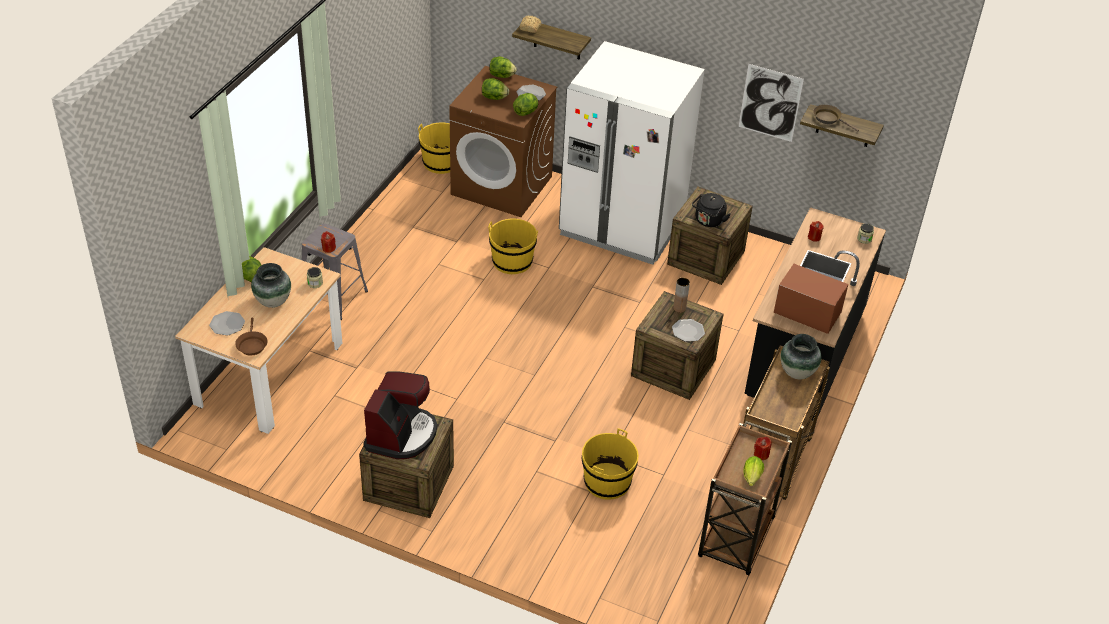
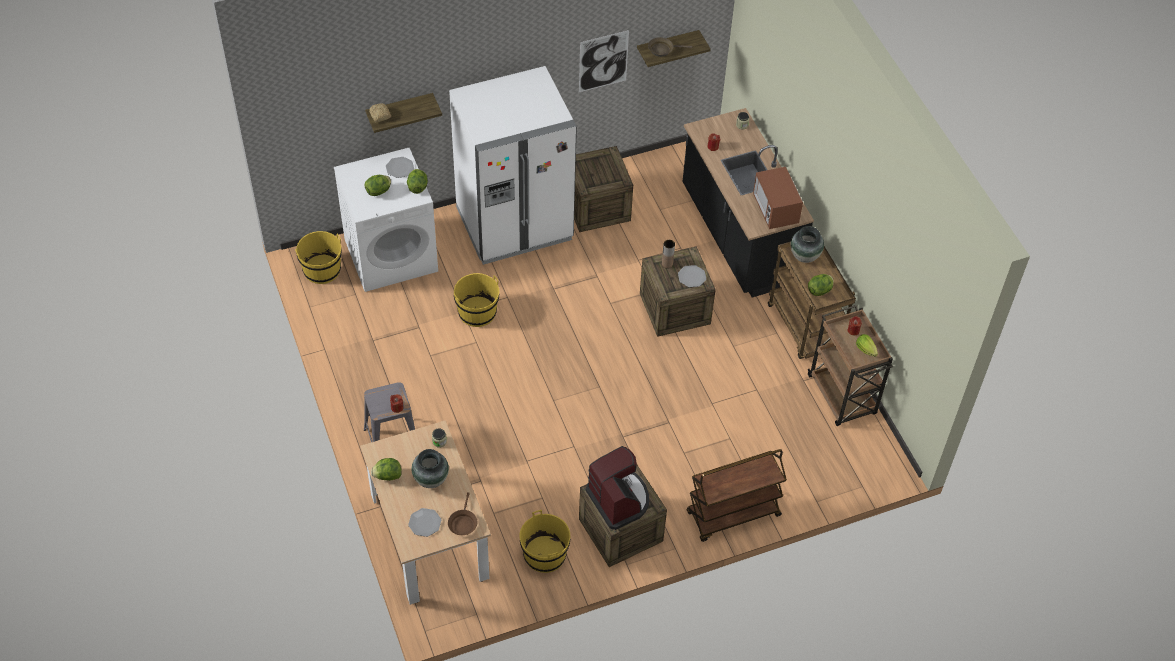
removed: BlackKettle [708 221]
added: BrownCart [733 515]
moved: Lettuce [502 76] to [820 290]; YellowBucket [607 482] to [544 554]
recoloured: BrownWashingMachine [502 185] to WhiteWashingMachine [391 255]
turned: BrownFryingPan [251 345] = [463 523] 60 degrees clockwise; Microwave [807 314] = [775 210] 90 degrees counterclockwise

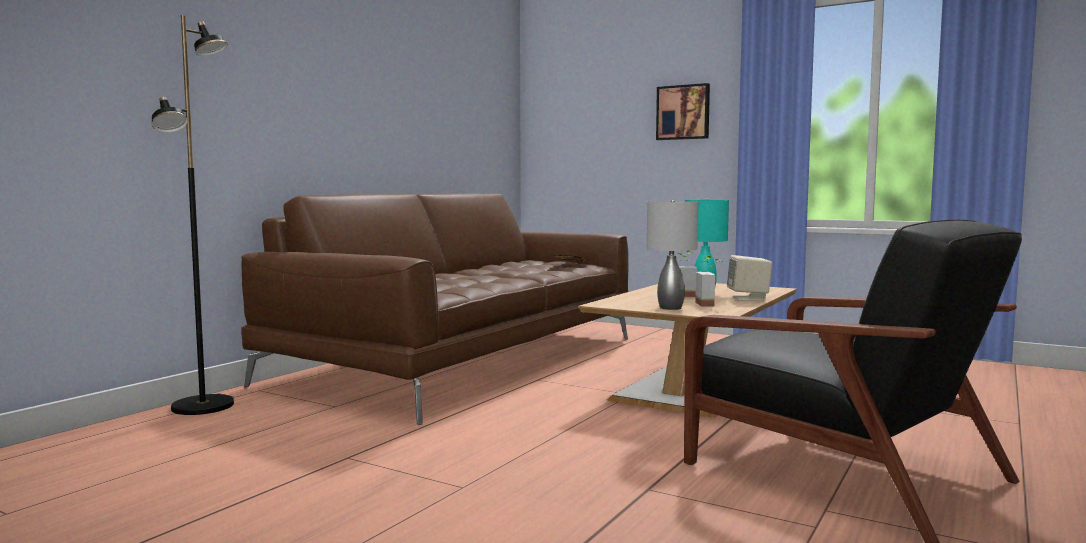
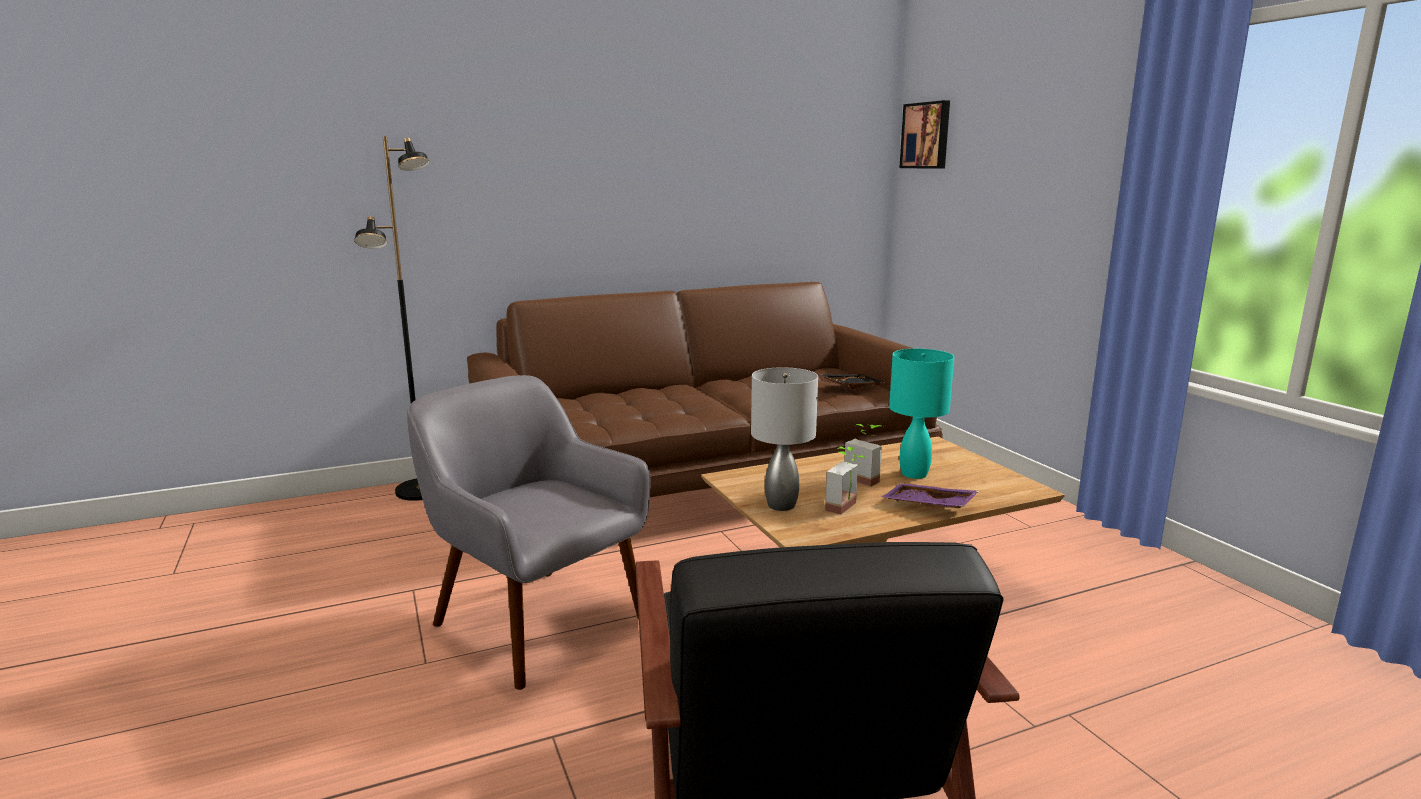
added: GreyArmchair [536 622]
moved: Picture [683 112] to [926 135]
replaced: BeigeSpeaker [748 298] to PurpleTray [928 506]

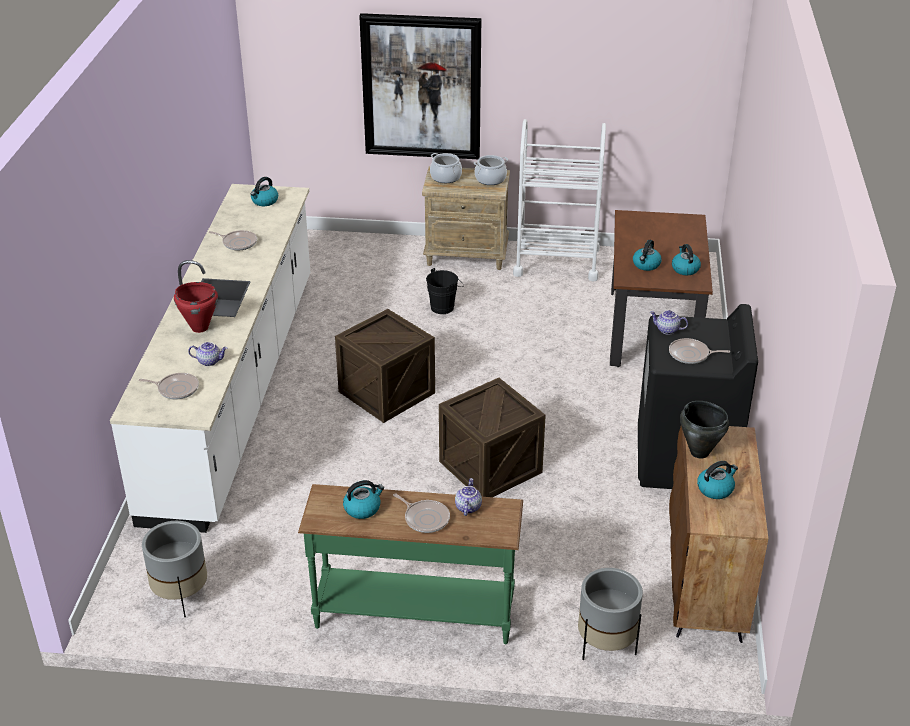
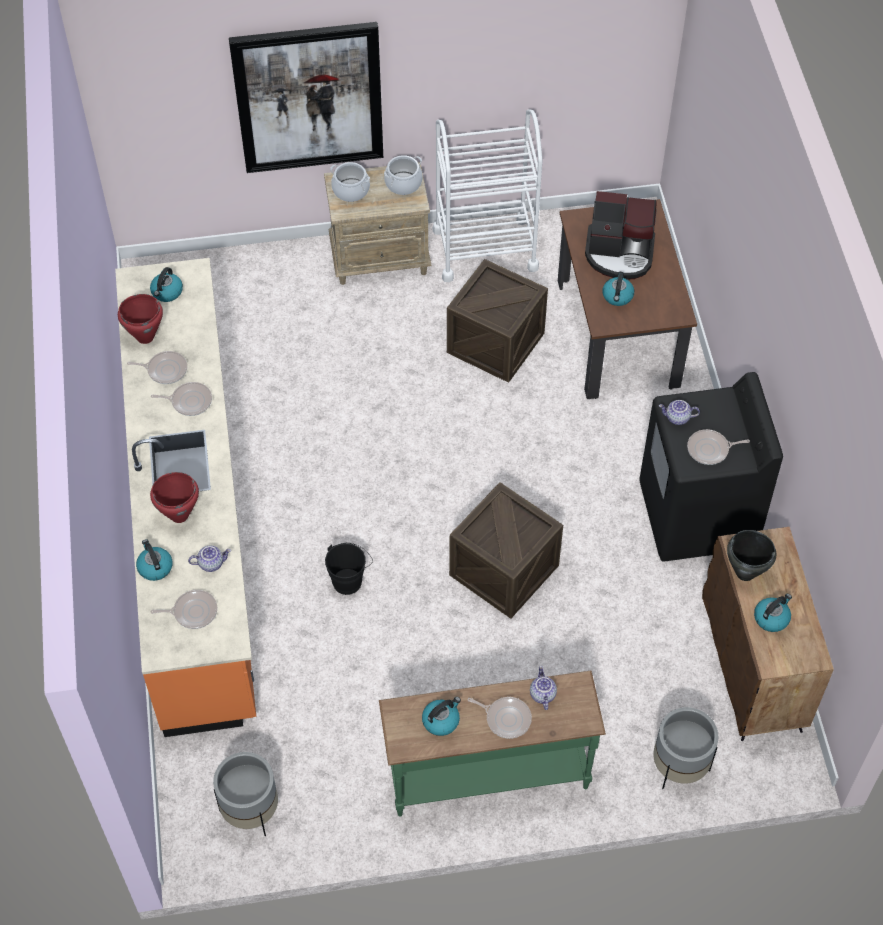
added: RedCookingPot [145 337]; FryingPan [189 401]; CoffeeMachine [619 254]
moved: Crate [386 392] to [495 343]; BlackBucket [444 307] to [349 580]; Kettle [685 269] to [155 567]
recoloured: WhiteCounter [235 390] to OrangeCounter [195 524]

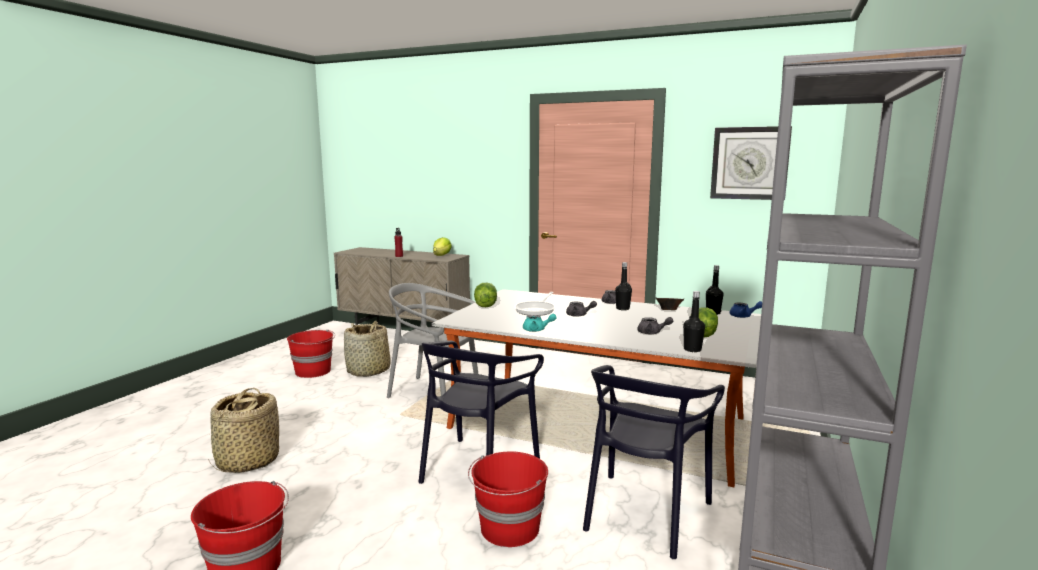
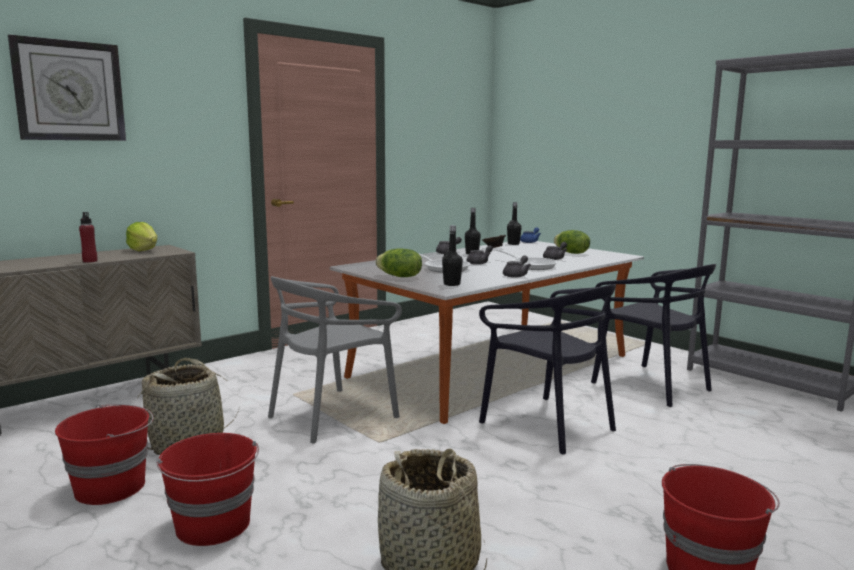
added: FryingPan [531 265]
moved: RedBucket [509 529] to [214 525]; BlackBottle [692 349] to [452 284]; WallClock [749 163] to [69 91]
recoloured: TurquoiseTeapot [537 330] to GreyTeapot [516 275]

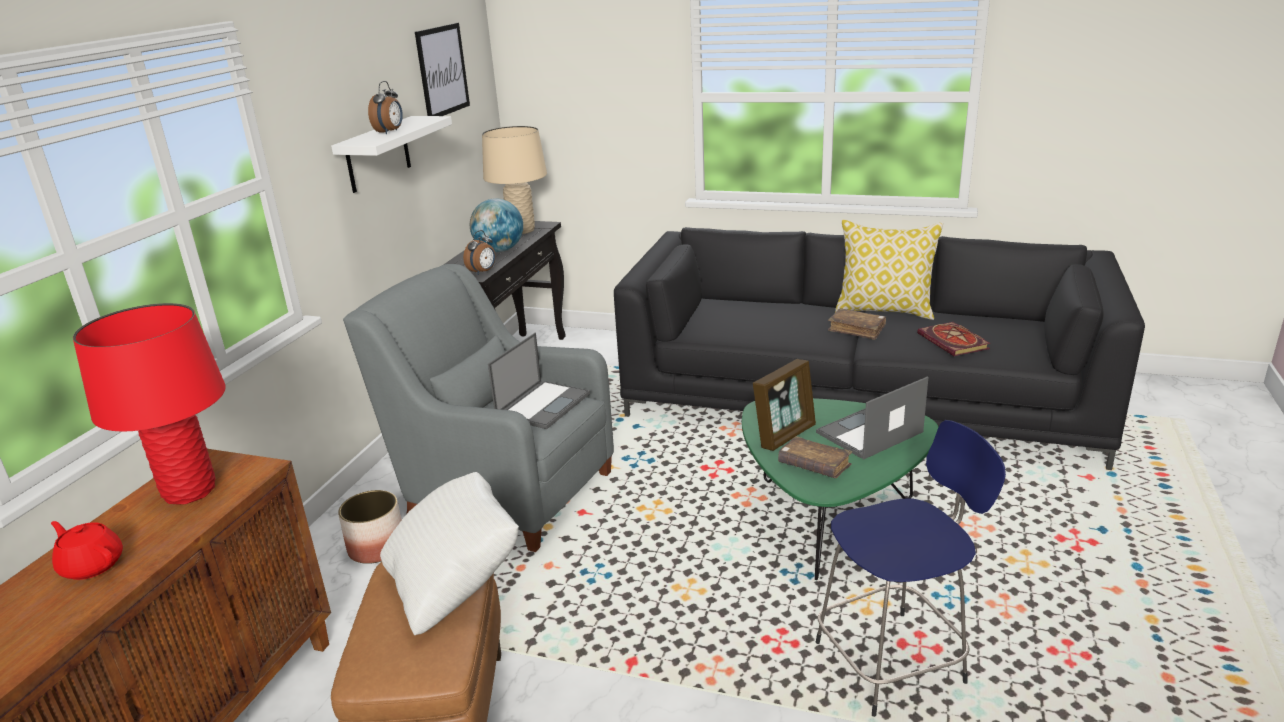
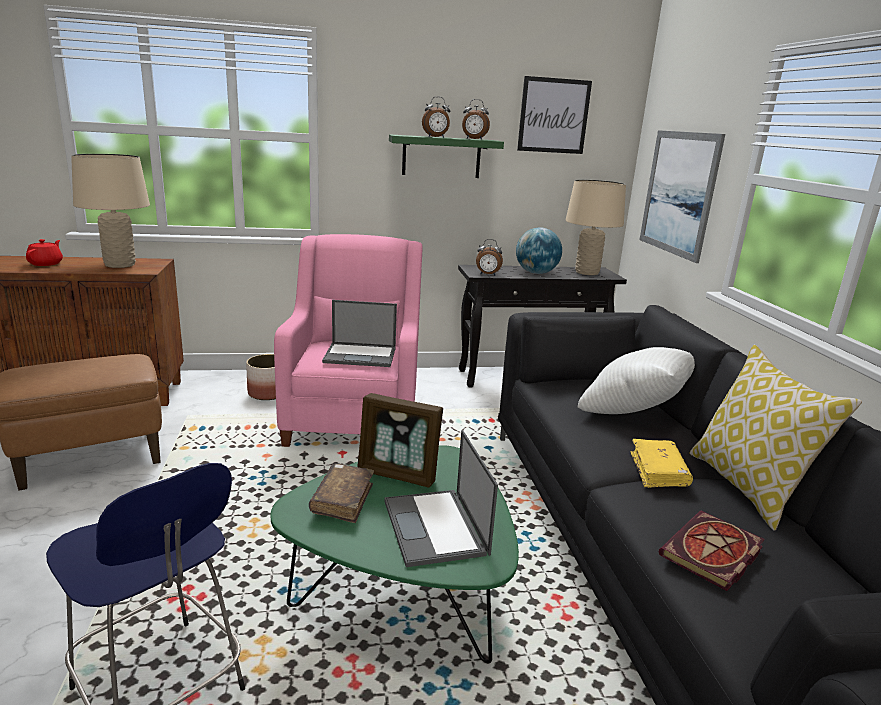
added: AlarmClock [474 139]; Picture [678 193]
moved: WhitePillow [456 584] to [634 412]
recoloured: RedTableLamp [190 491] to BeigeTableLamp [120 265]; WhiteShelf [378 154] to GreenShelf [441 157]; GreyArmchair [504 491] to PinkArmchair [354 416]; BrownBook [857 329] to YellowBook [658 471]
turned: Laptop [869 433] = [435 528] 135 degrees counterclockwise

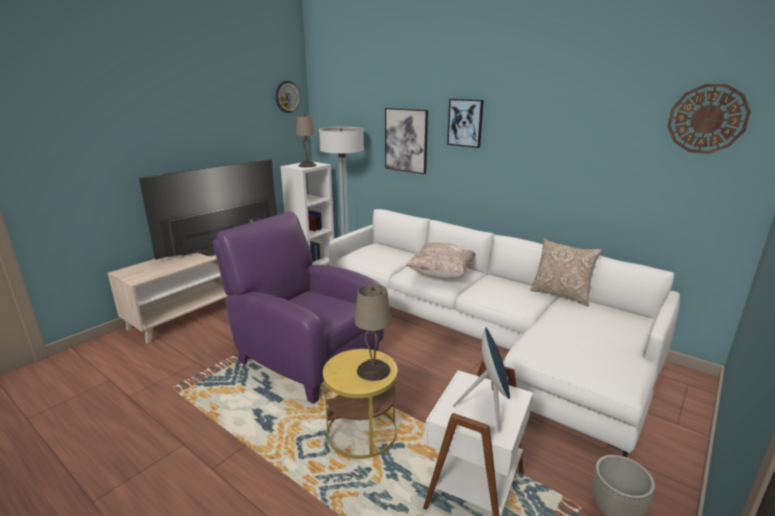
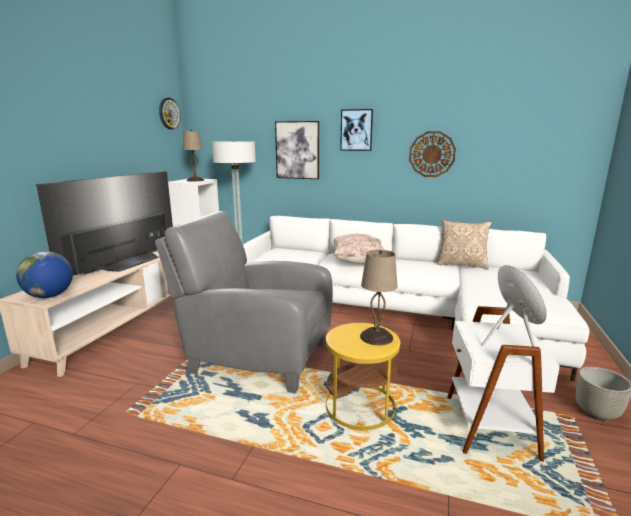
added: Globe [50 296]
moved: WallClock [707 119] to [432 154]
recoloured: PurpleArmchair [304 357] to GreyArmchair [255 356]

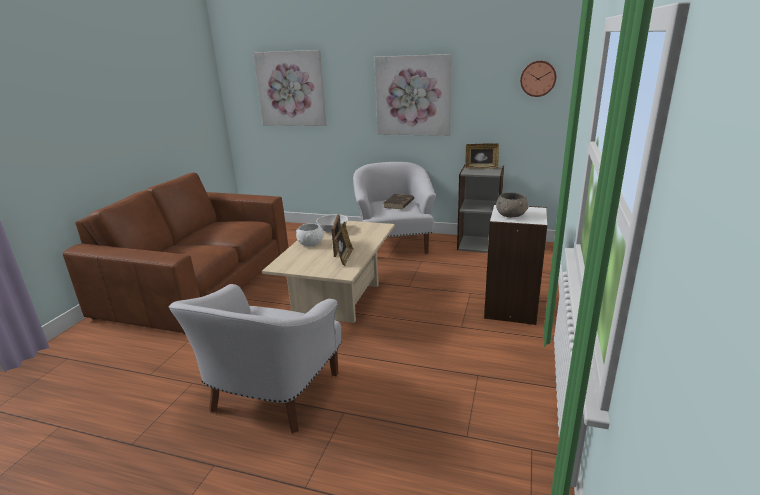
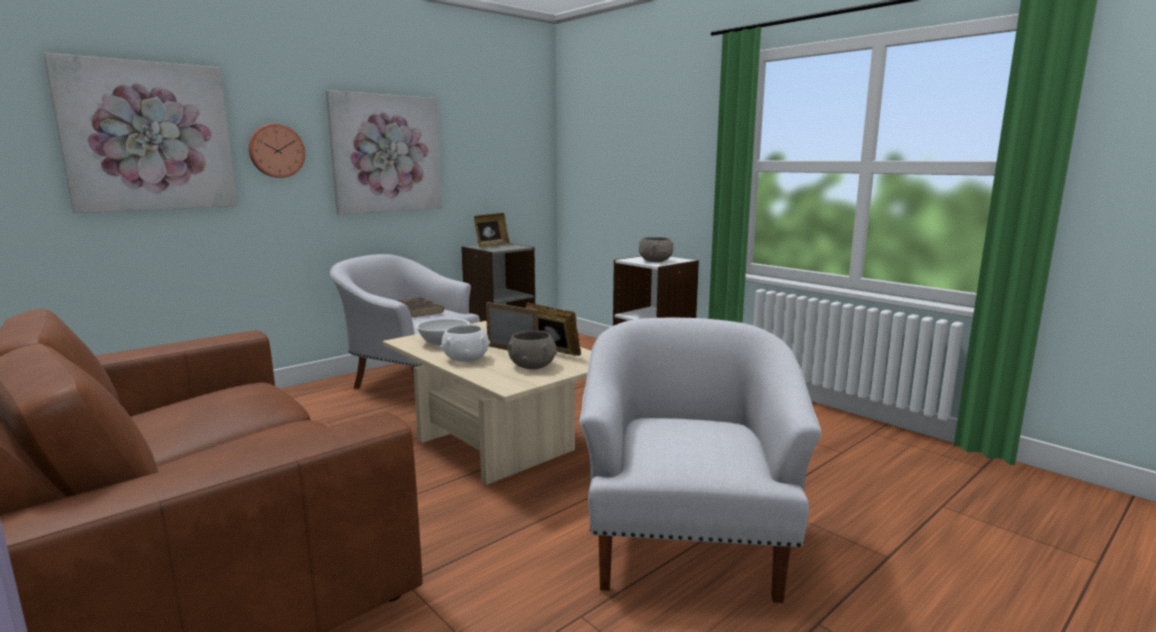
added: GreyBowl [532 366]
moved: WallClock [538 78] to [276 151]
turned: WhiteArmchair [271 395] = [687 544] 135 degrees counterclockwise

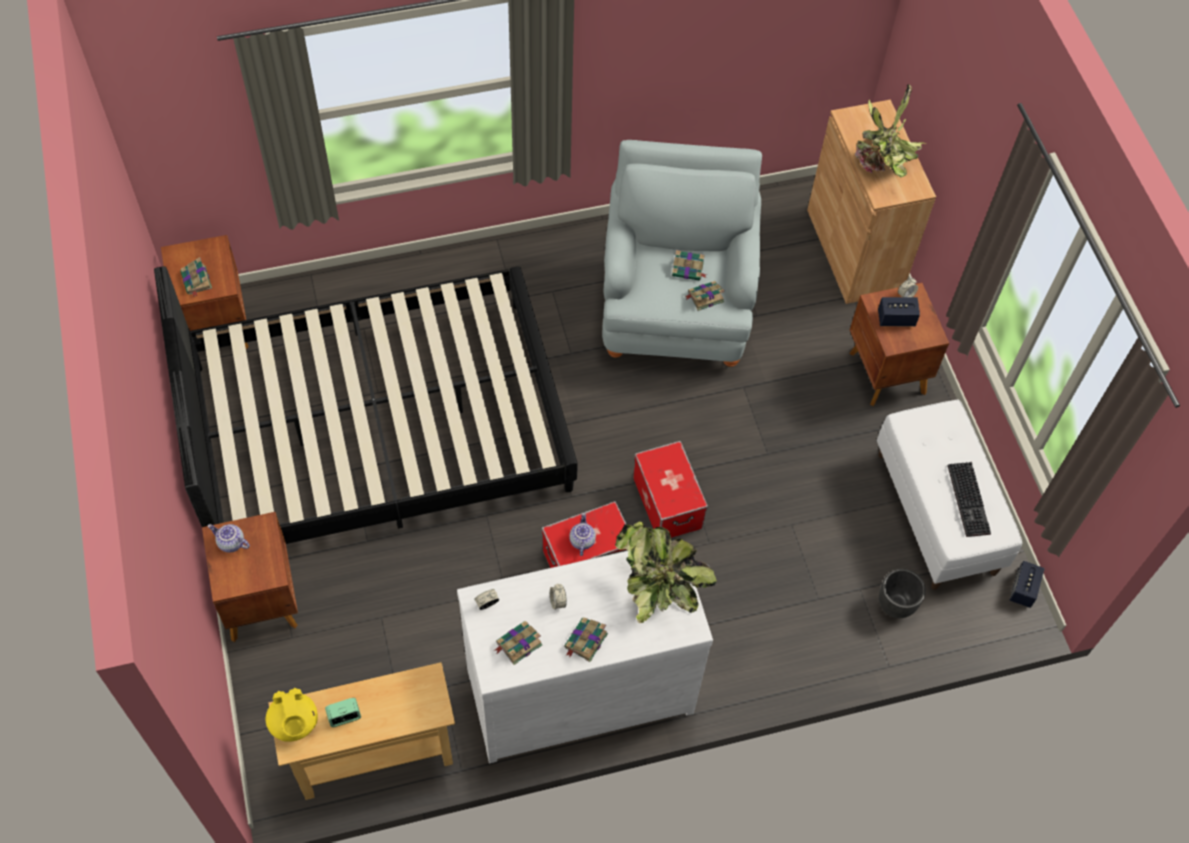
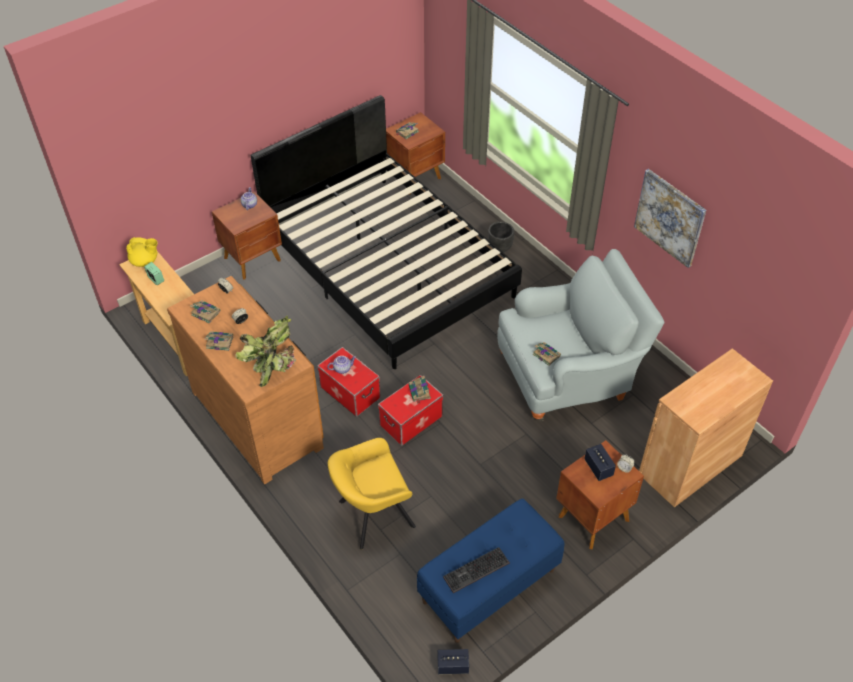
removed: PottedPlant [884 165]
added: YellowArmchair [372 515]; Picture [670 217]
moved: Book [688 269] to [419 392]; BlackPlanter [896 605] to [499 248]
recoloured: WhiteDresser [578 686] to BrownDresser [258 418]; WhiteBench [937 513] to BlueBench [489 586]
turned: YellowTeapot [294 723] = [145 261] 135 degrees counterclockwise

